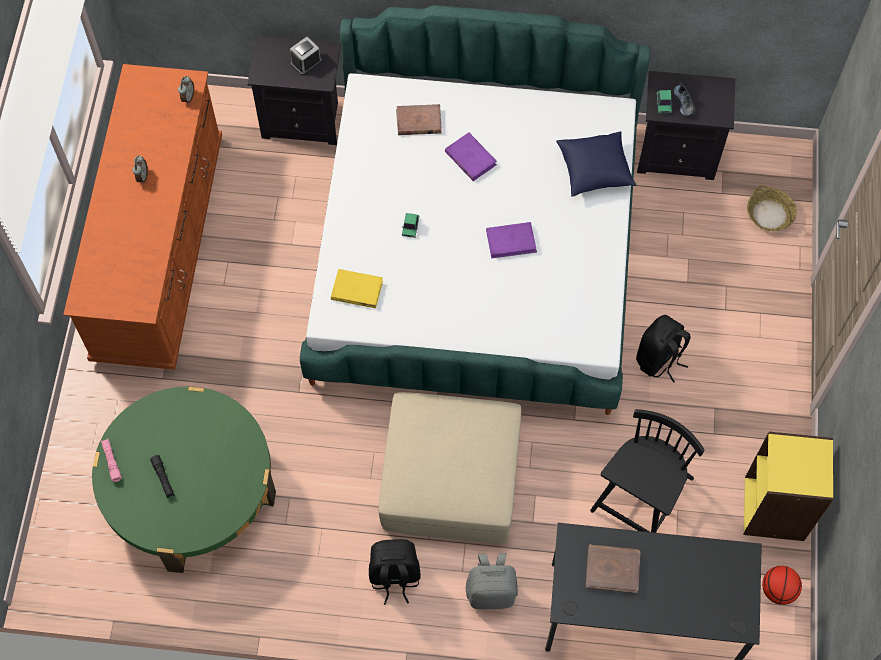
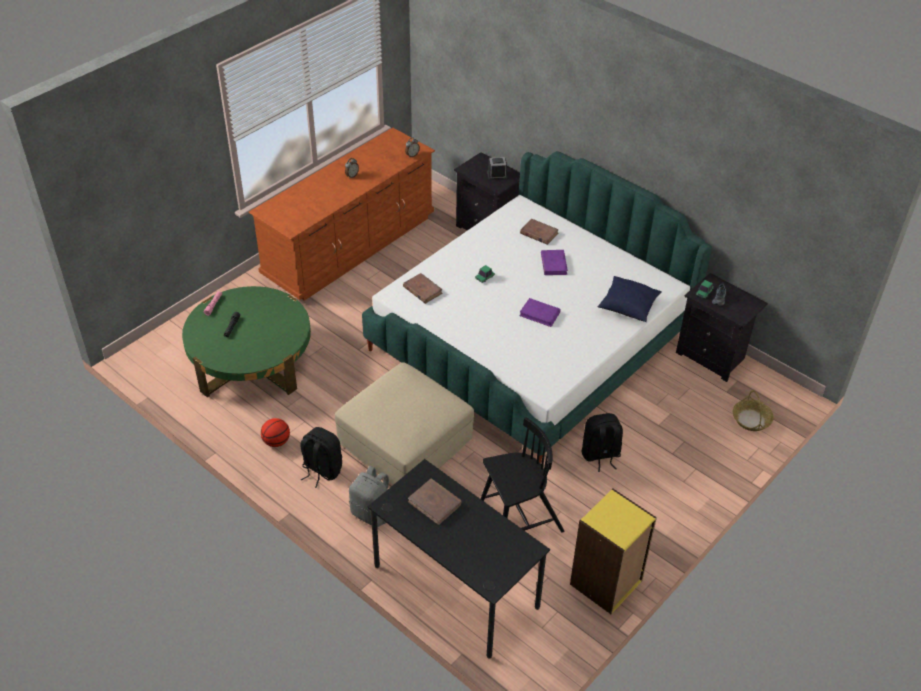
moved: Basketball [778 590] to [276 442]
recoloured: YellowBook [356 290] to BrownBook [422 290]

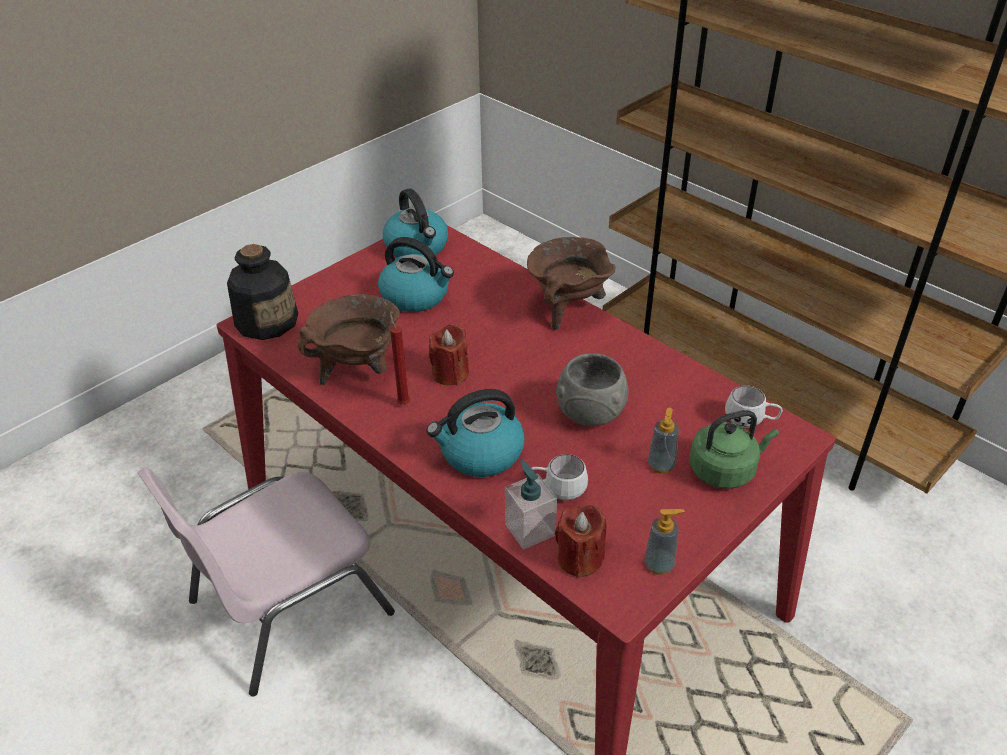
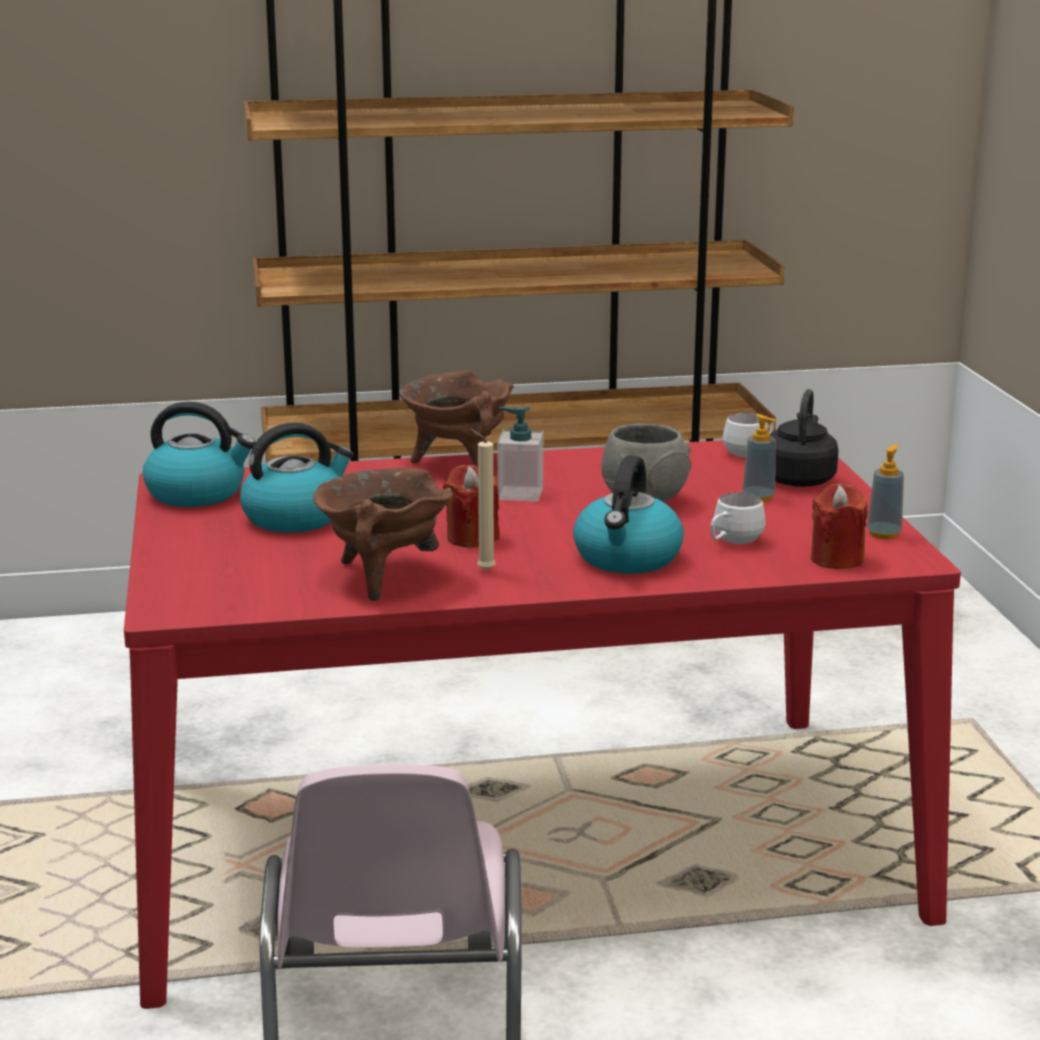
removed: Bottle [267 321]
moved: SoapDispenser [530 529] to [520 494]
recoloured: RedCandle [403 402] to BeigeCandle [483 570]; GreenKettle [725 470] to BlackKettle [799 479]

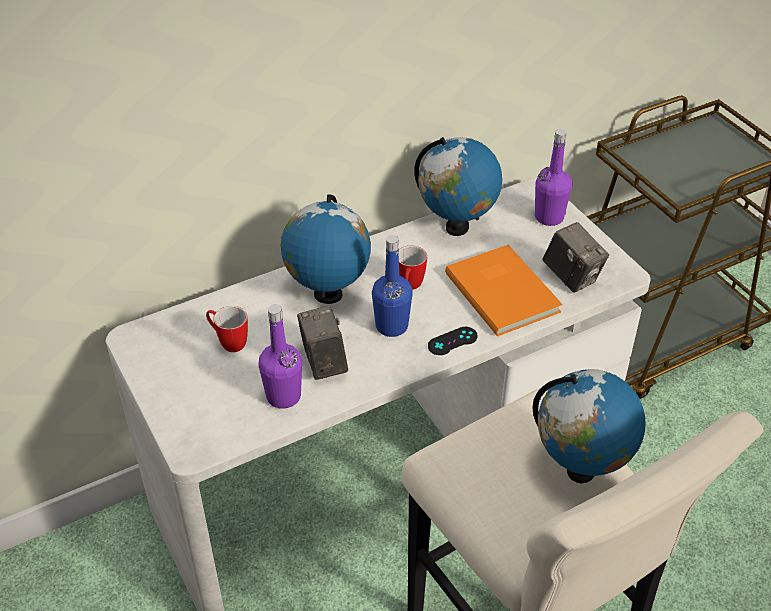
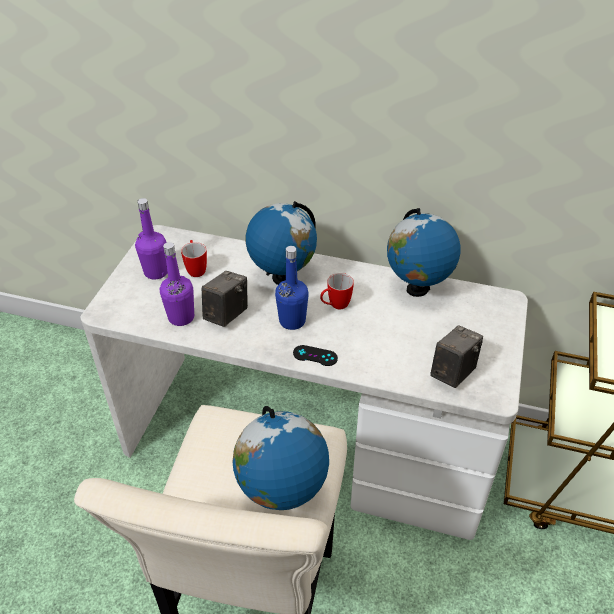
removed: OrangeBook [503 290]
moved: PurpleBottle [549 217] to [156 272]
turned: PhotoCamera [571 277] = [453 372] 150 degrees counterclockwise

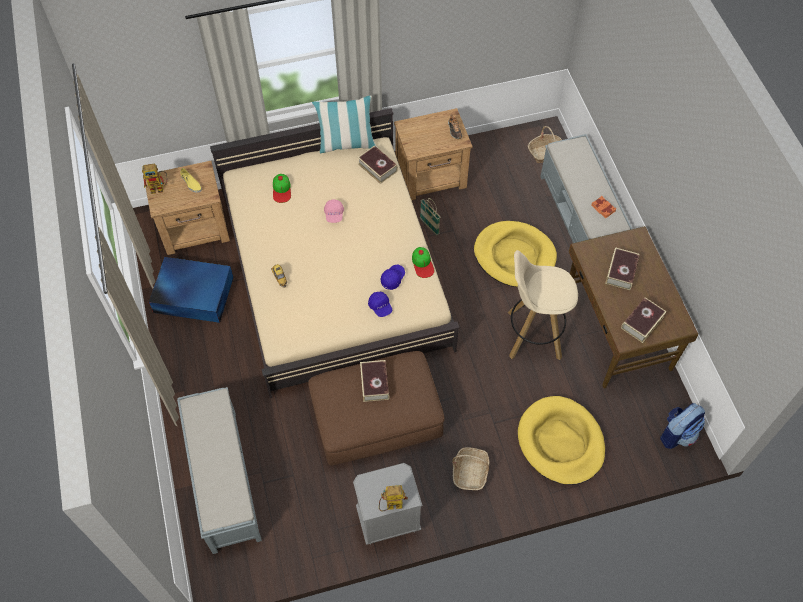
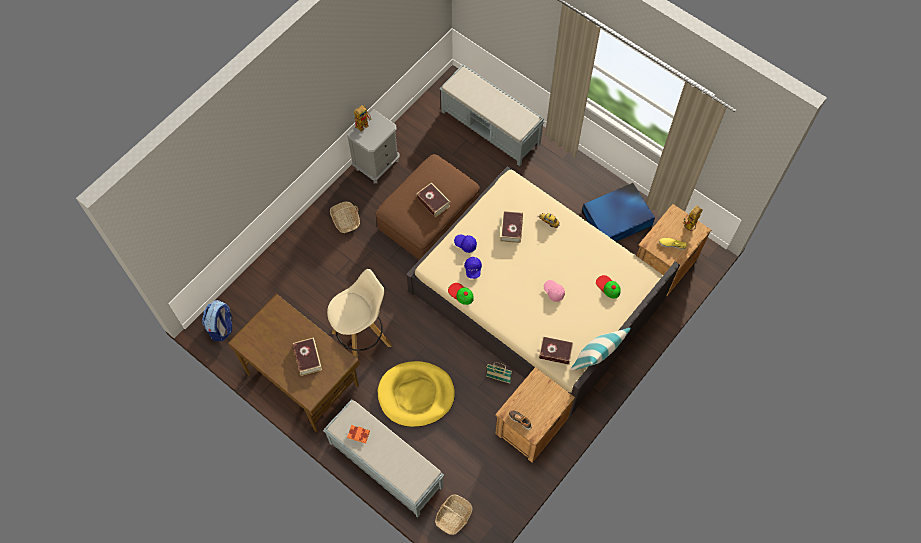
removed: YellowDogBed [560 442]
moved: Book [642 322] to [511 229]

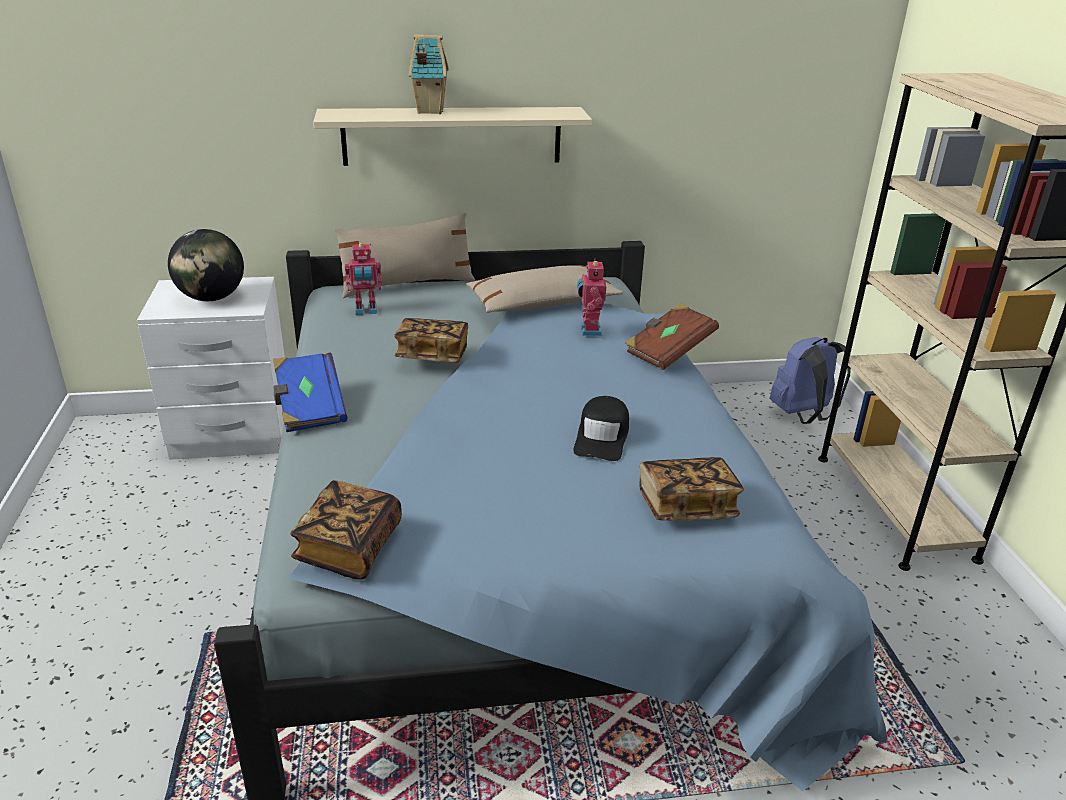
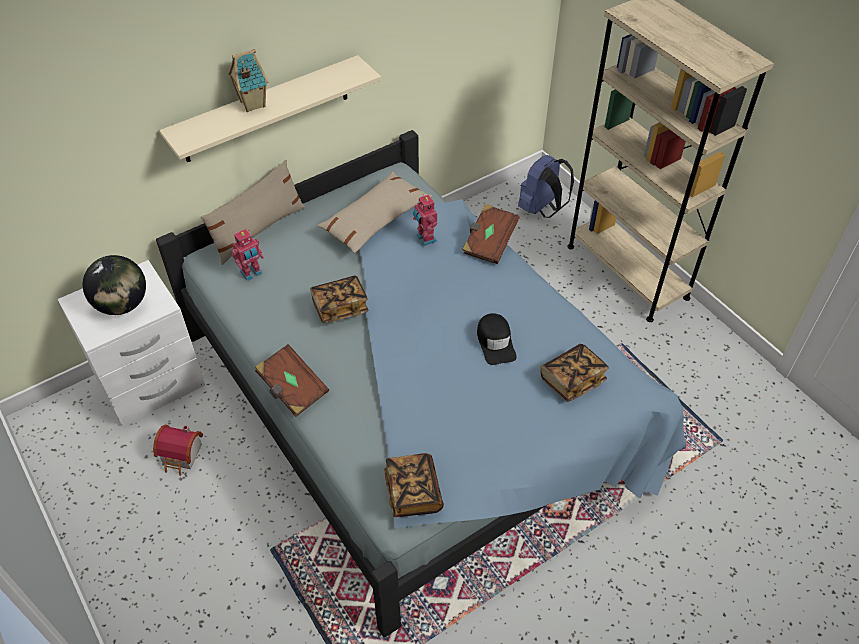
added: ToyHouse [182 456]
recoloured: BlueBook [309 408] to BrownBook [292 389]

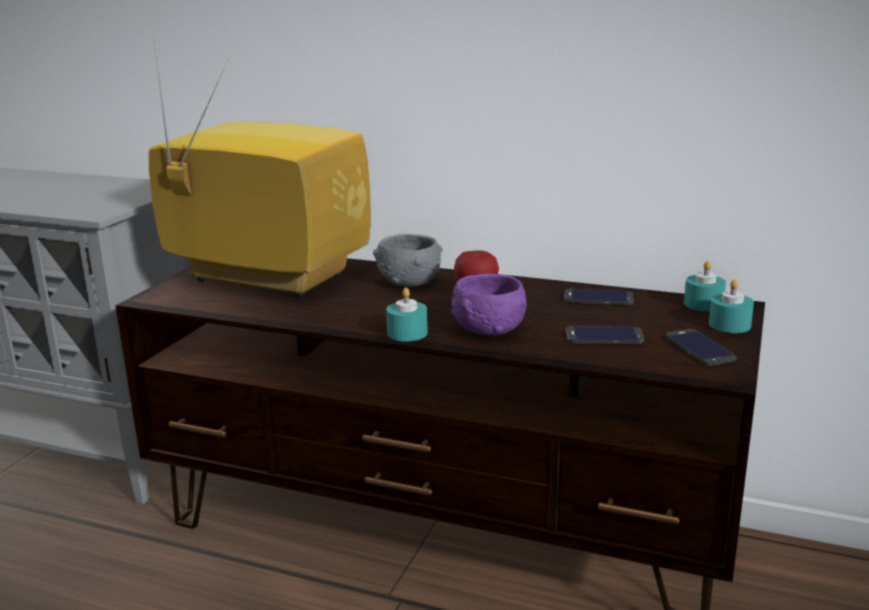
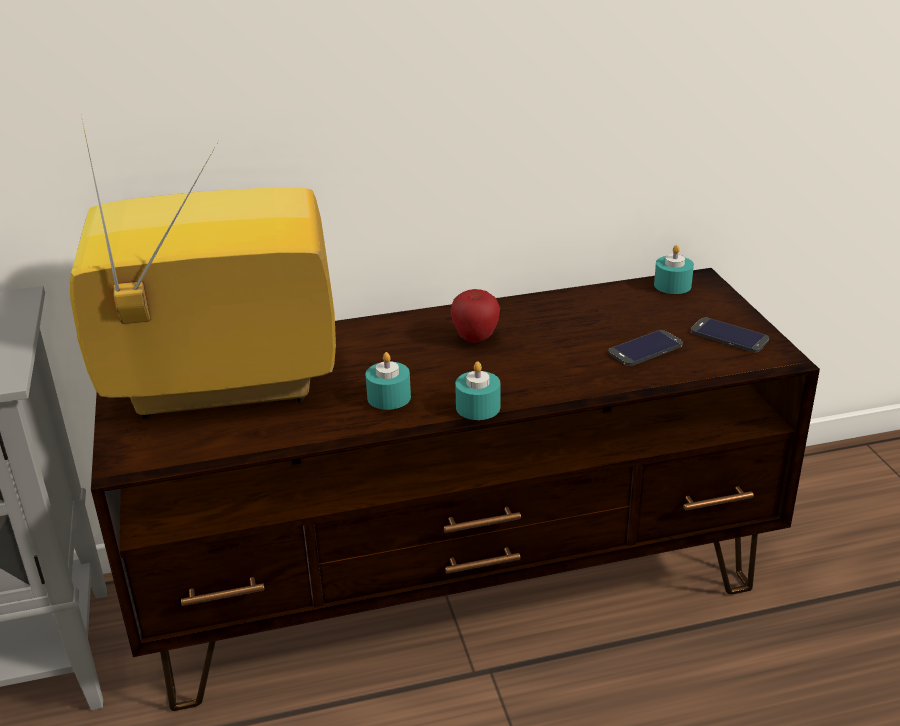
removed: GreyBowl [409 281]; PurpleBowl [488 328]; Phone [598 298]
moved: TurquoiseCandle [729 325] to [389 397]

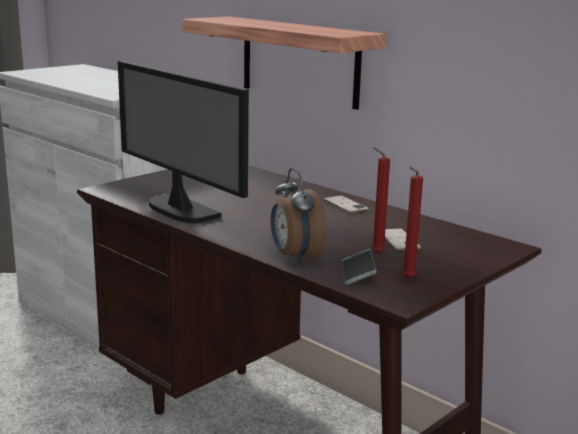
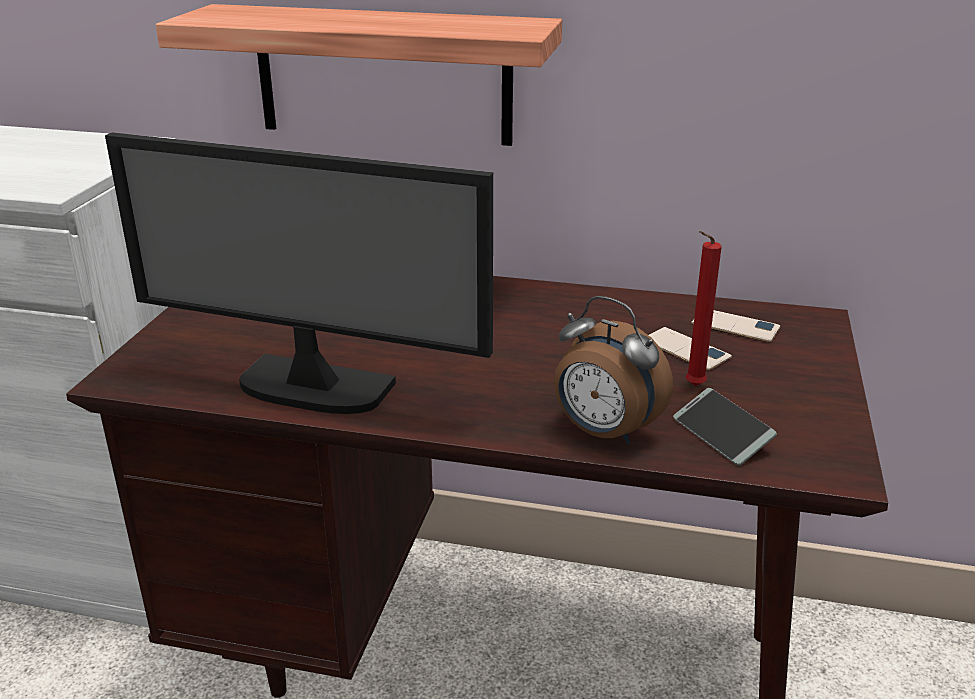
removed: RedCandle [407 279]
moved: Phone [345 205] to [735 326]

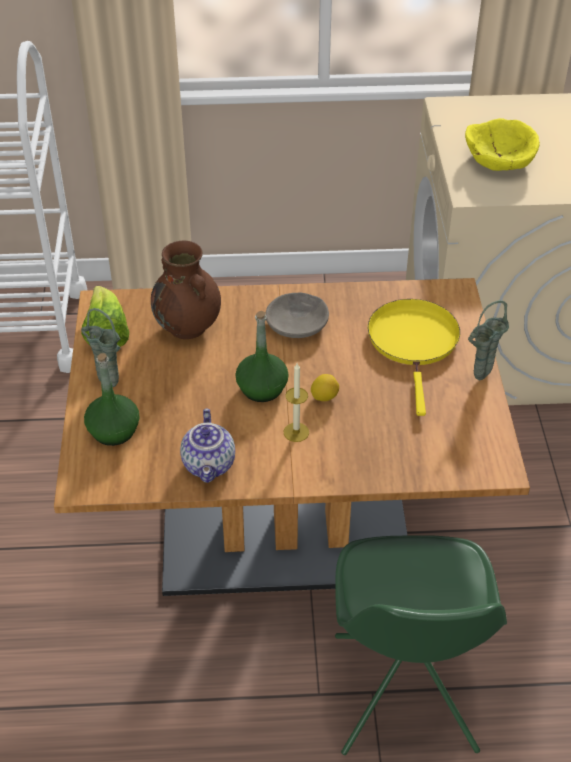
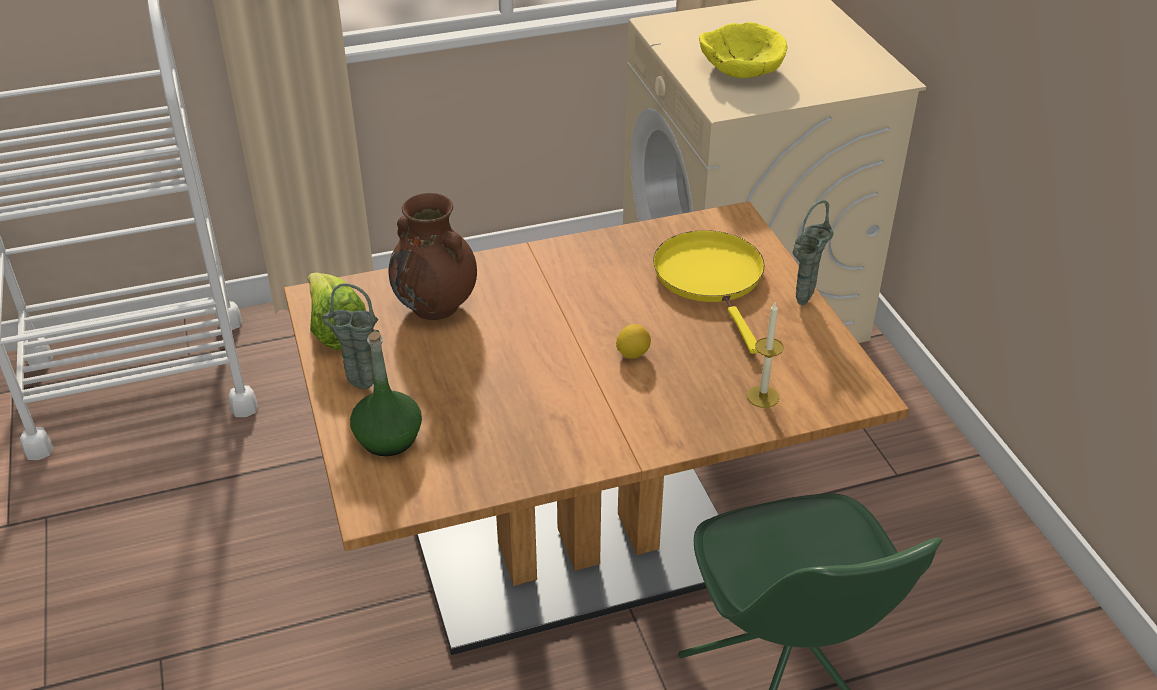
removed: Teapot [210 465]; GreenBottle [262 389]; GreyBowl [297 323]
moved: Candle [296 432] to [763 396]

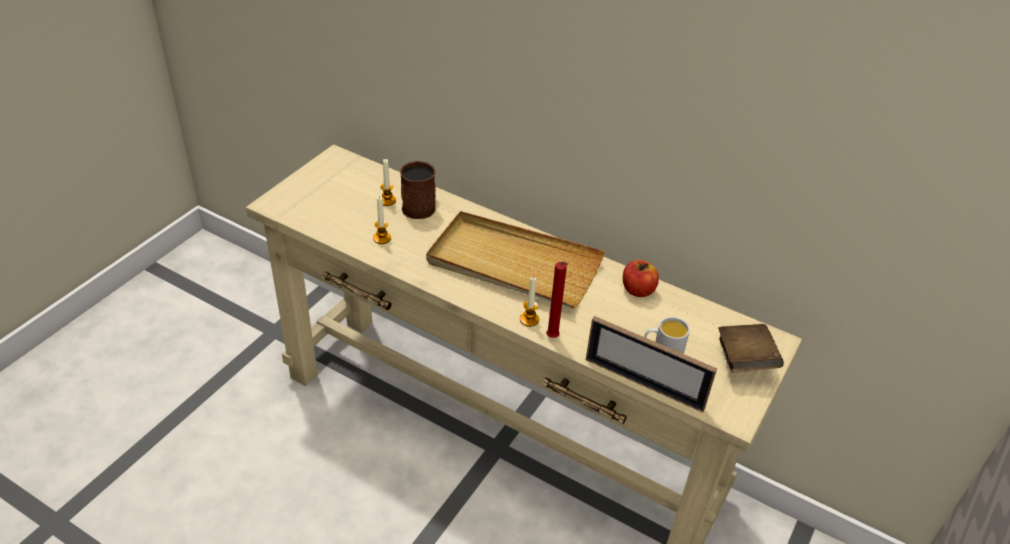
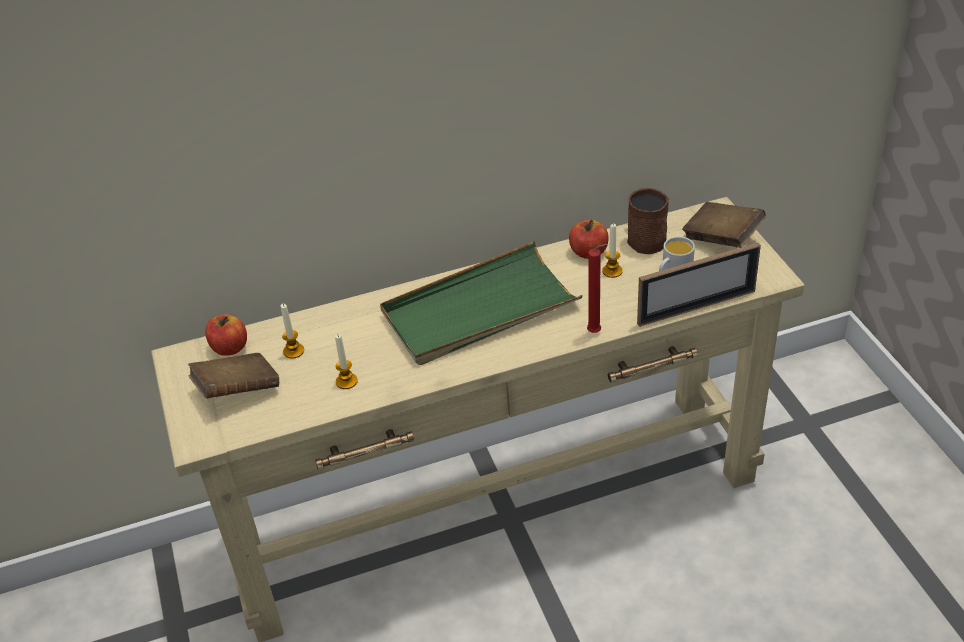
added: BrownBook [237 391]; Apple [229 348]
moved: BrownMug [421 205] to [643 238]; Candle [529 319] to [612 271]
recoloured: BeigeTray [513 264] to GreenTray [479 310]

